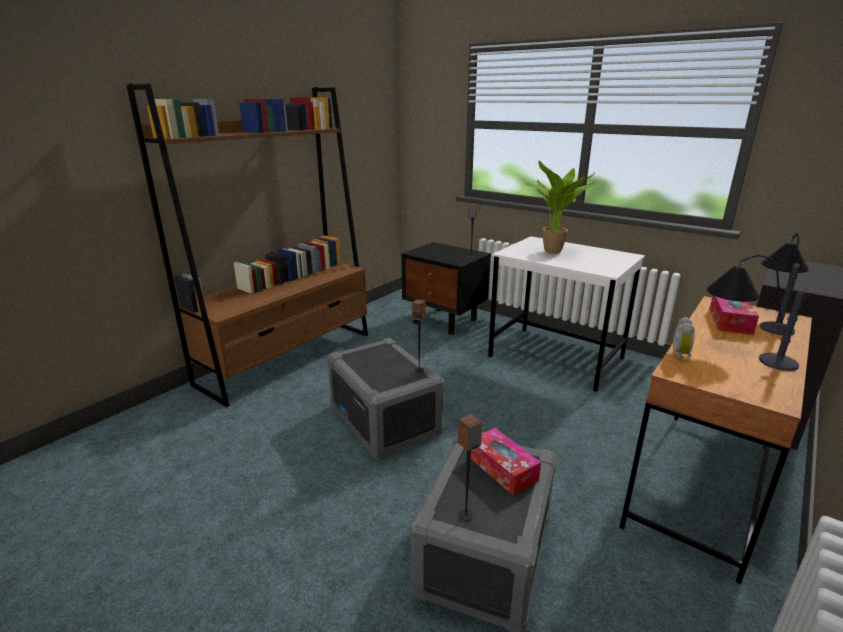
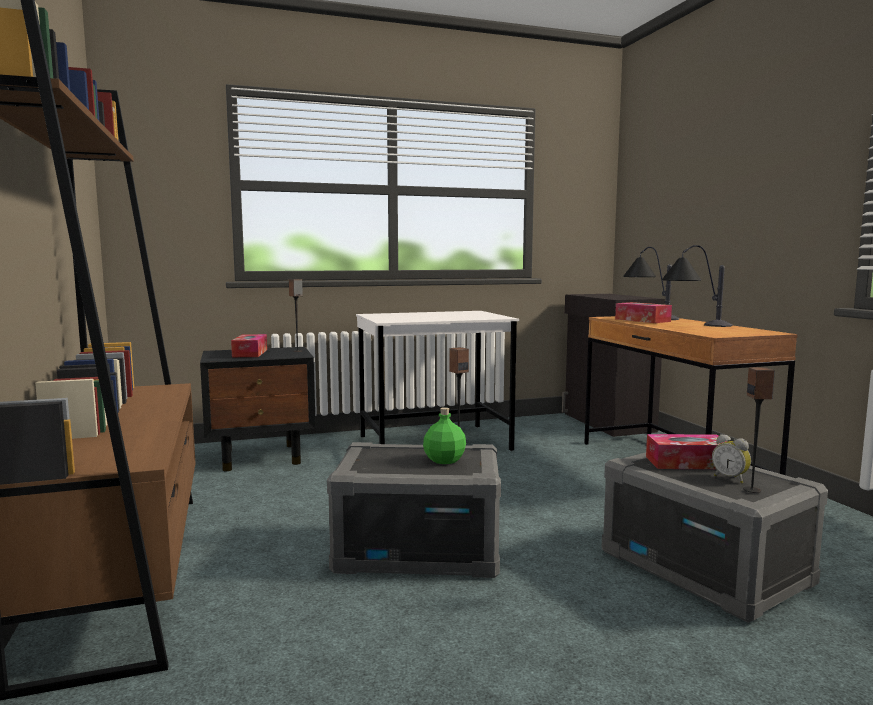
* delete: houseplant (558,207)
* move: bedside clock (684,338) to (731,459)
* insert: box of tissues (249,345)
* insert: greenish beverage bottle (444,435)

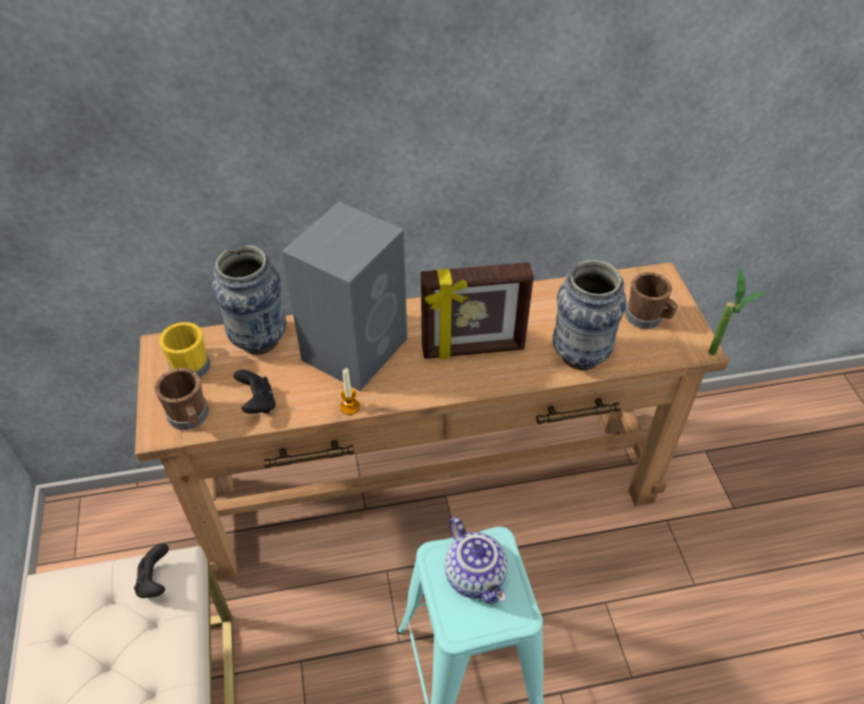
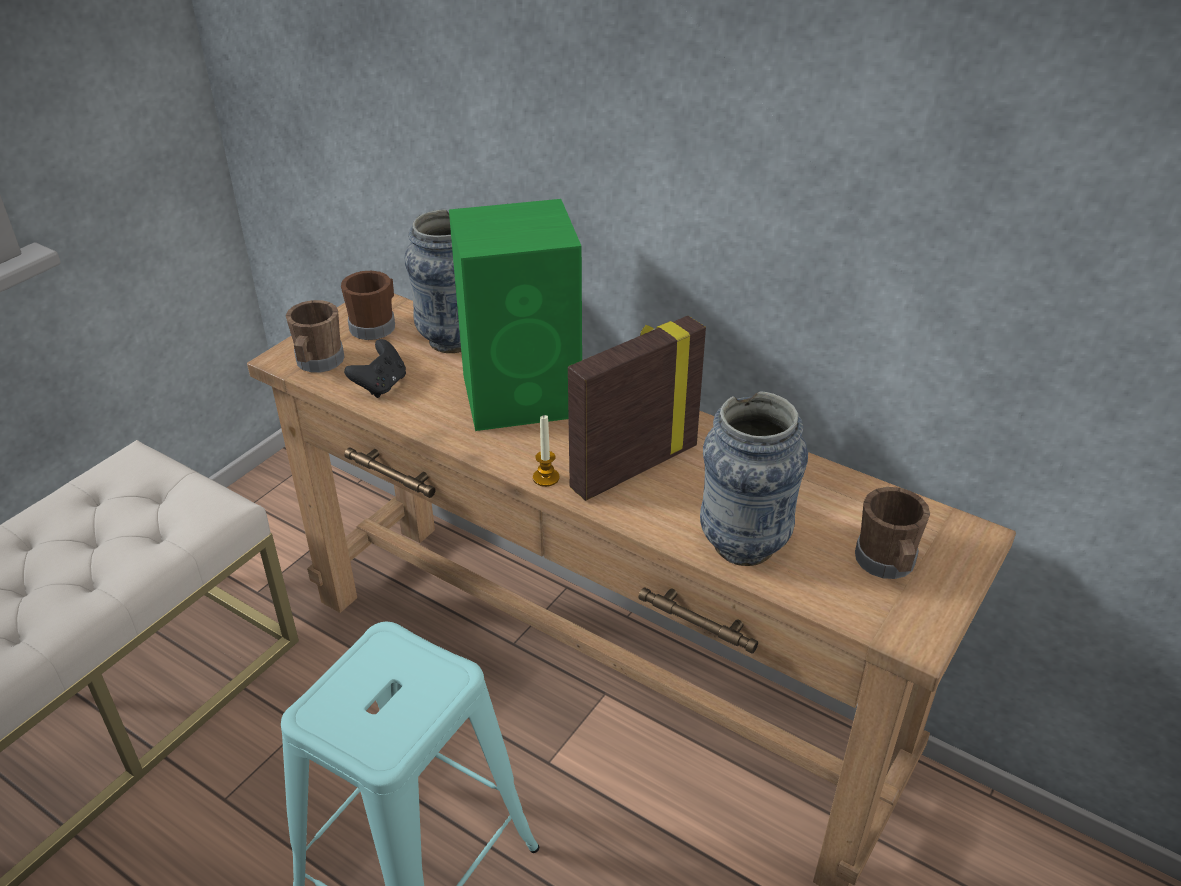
* delete: black-coloured game controller (151,571)
* recolor: yellow coffee mug (184,350) to brown-coloured coffee mug (368,305)
* recolor: greyish speaker (344,296) to greenish speaker (515,315)
* move: candle (350,391) to (546,451)
* rotate: standing frame (477,310) = (637,408) 105 degrees clockwise
* delete: teapot (476,560)
* delete: houseplant (737,311)

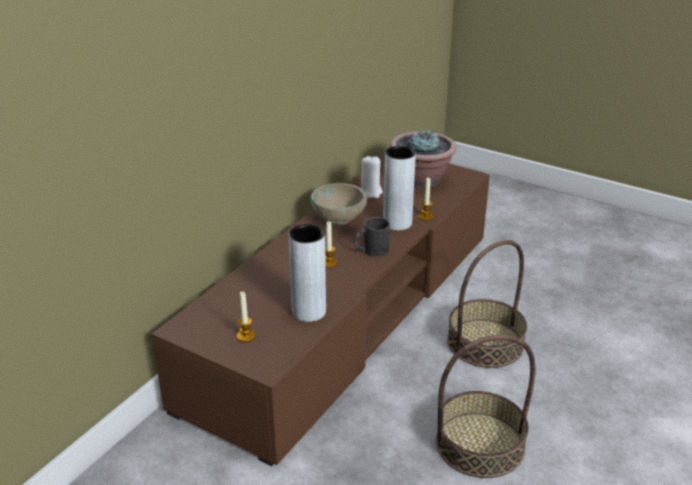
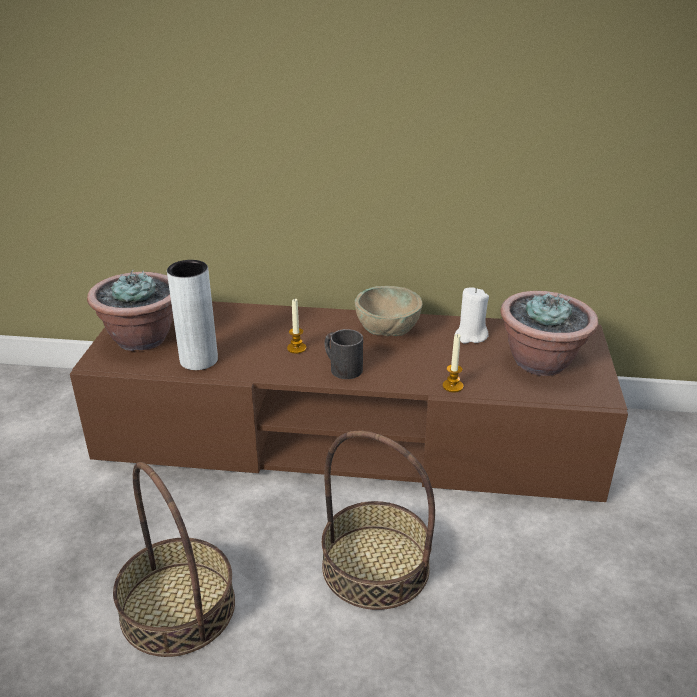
* replace: candle (246,316) to houseplant (130,310)
* delete: greyish vase (399,188)

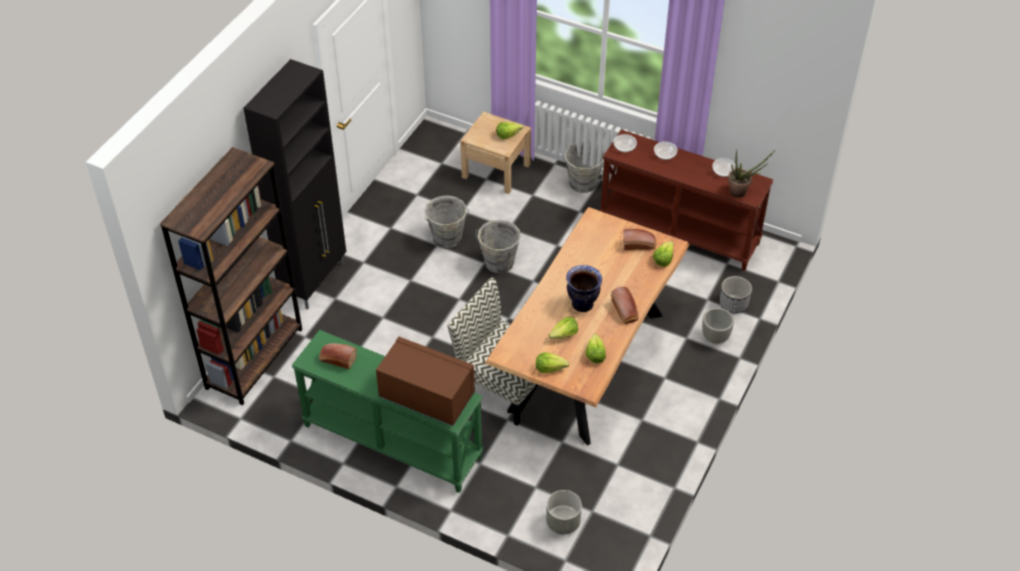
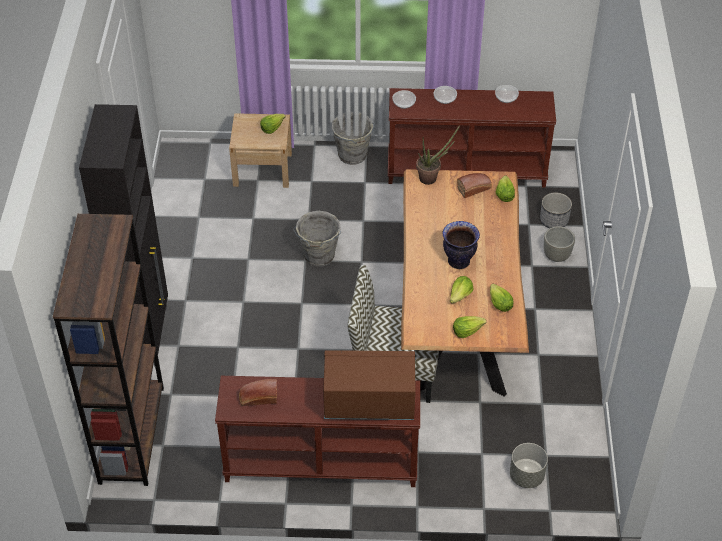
* recolor: greenish hall table (387,411) to brown-coloured hall table (317,431)
* delete: greyish pail (446,222)
* delete: bakery bread (625,305)
* move: houseplant (751,174) to (438,155)

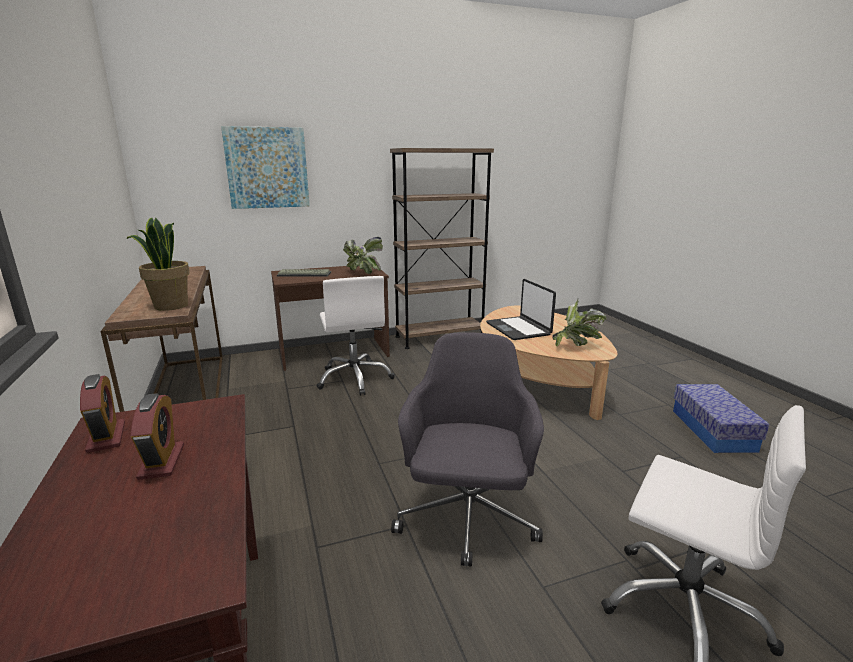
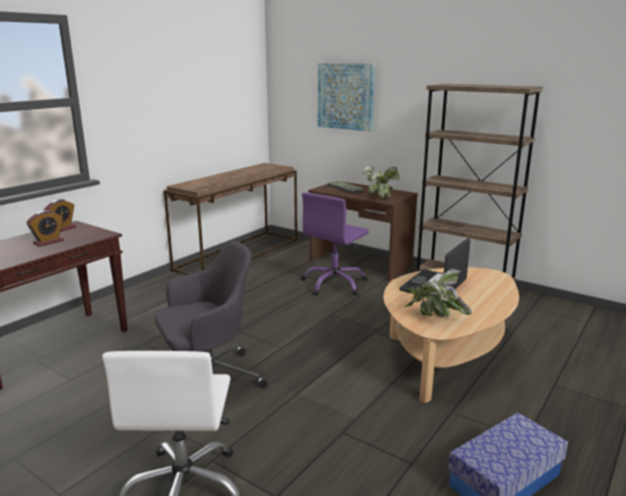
* delete: houseplant (158,264)
* recolor: whitish desk chair (356,336) to purple desk chair (335,244)

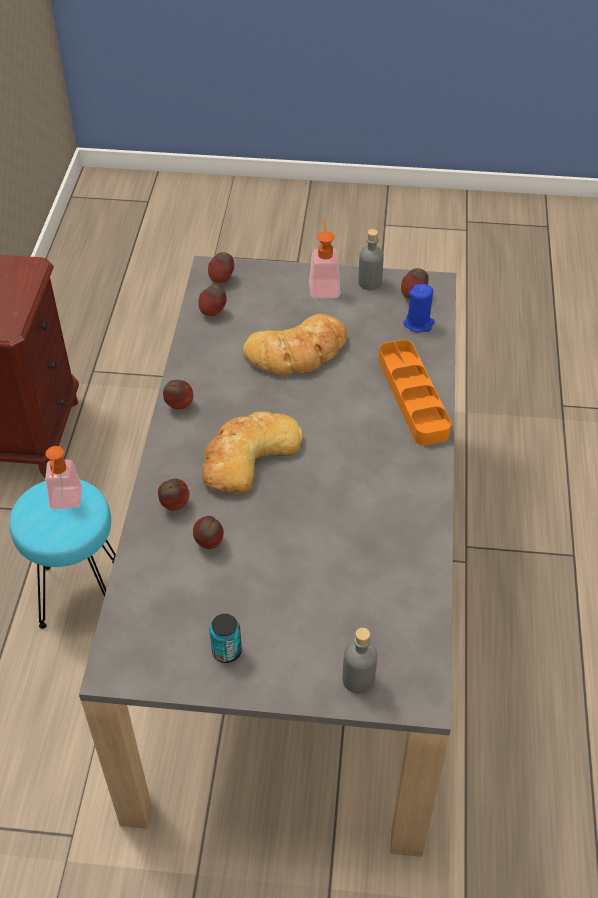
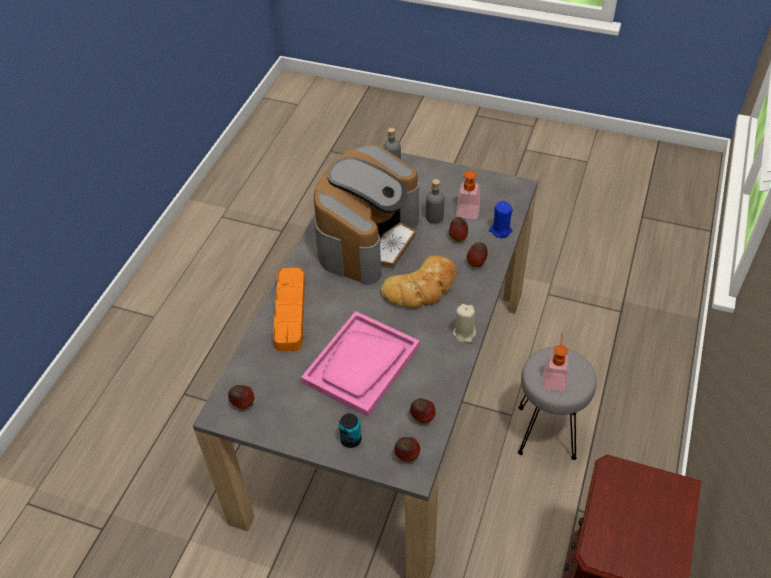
* recolor: turquoise-coloured stool (62,554) to greyish stool (557,403)
* replace: whole apple (178,395) to beige candle (464,323)
* move: sealed can (225,638) to (350,430)
* replace: bakery bread (295,345) to pinkish carrying tray (360,364)
* move: liquid soap bottle (325,259) to (468,195)
* move: greyish beverage bottle (371,259) to (435,201)
* move: bluish candle (419,308) to (501,219)
* insert: coffee brewer (366,214)

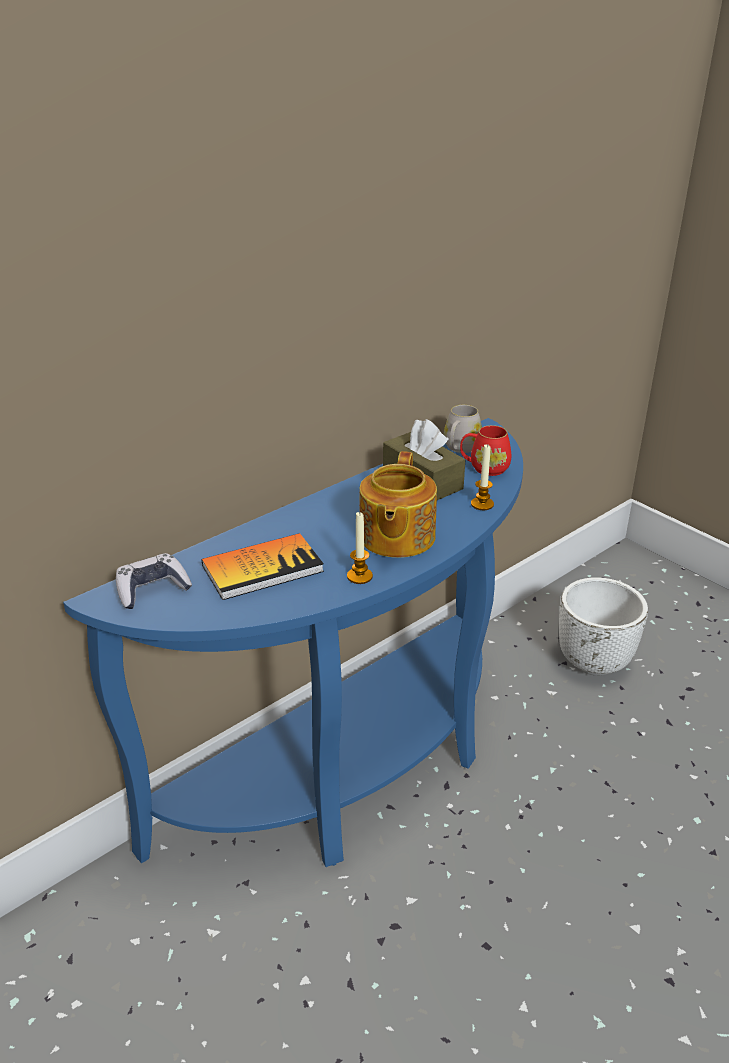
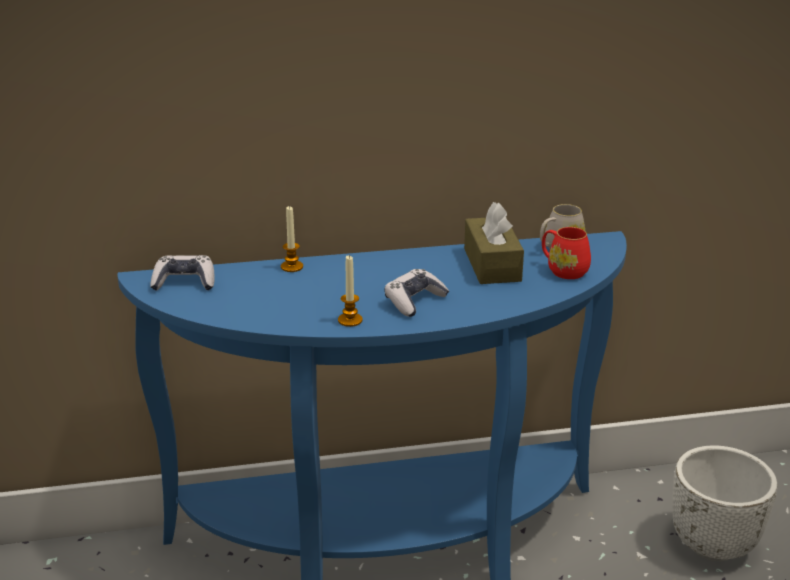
* delete: bound book (263,566)
* replace: teapot (398,504) to game controller (416,293)
* move: candle (482,477) to (292,238)

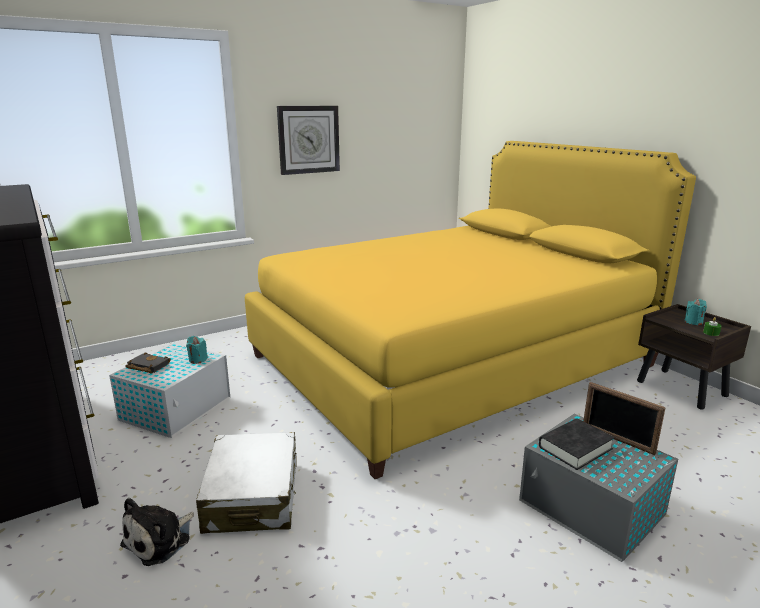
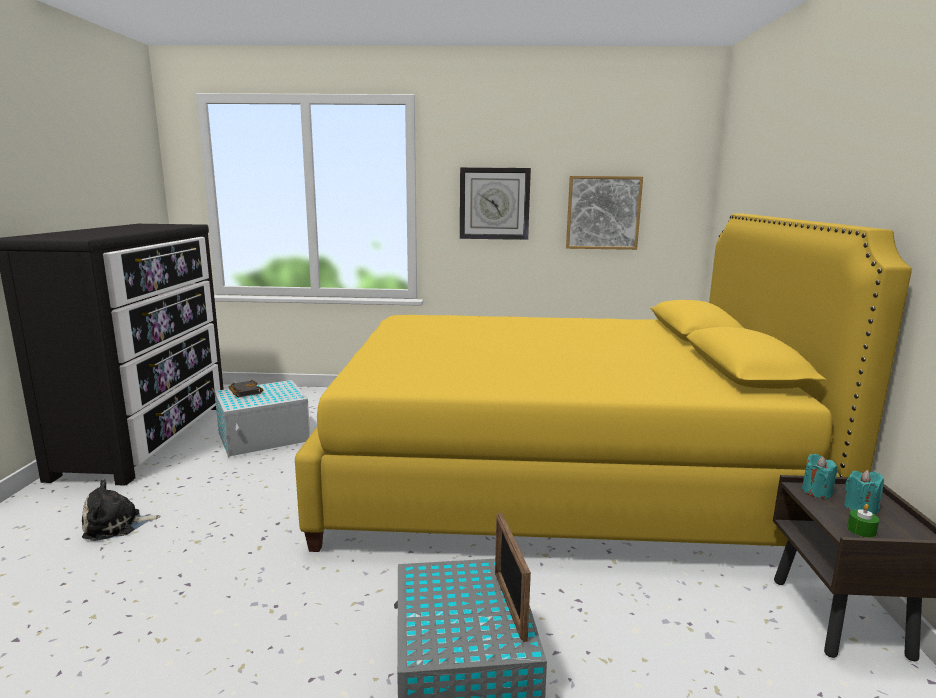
* move: turquoise-coloured candle (197,350) to (820,476)
* delete: whitish piece of luggage (246,483)
* delete: black-coloured bound book (577,444)
* insert: wall art (604,213)

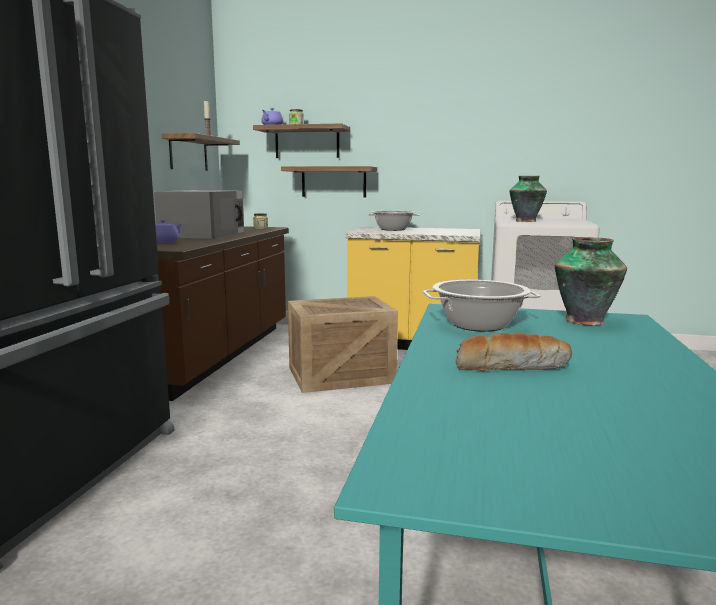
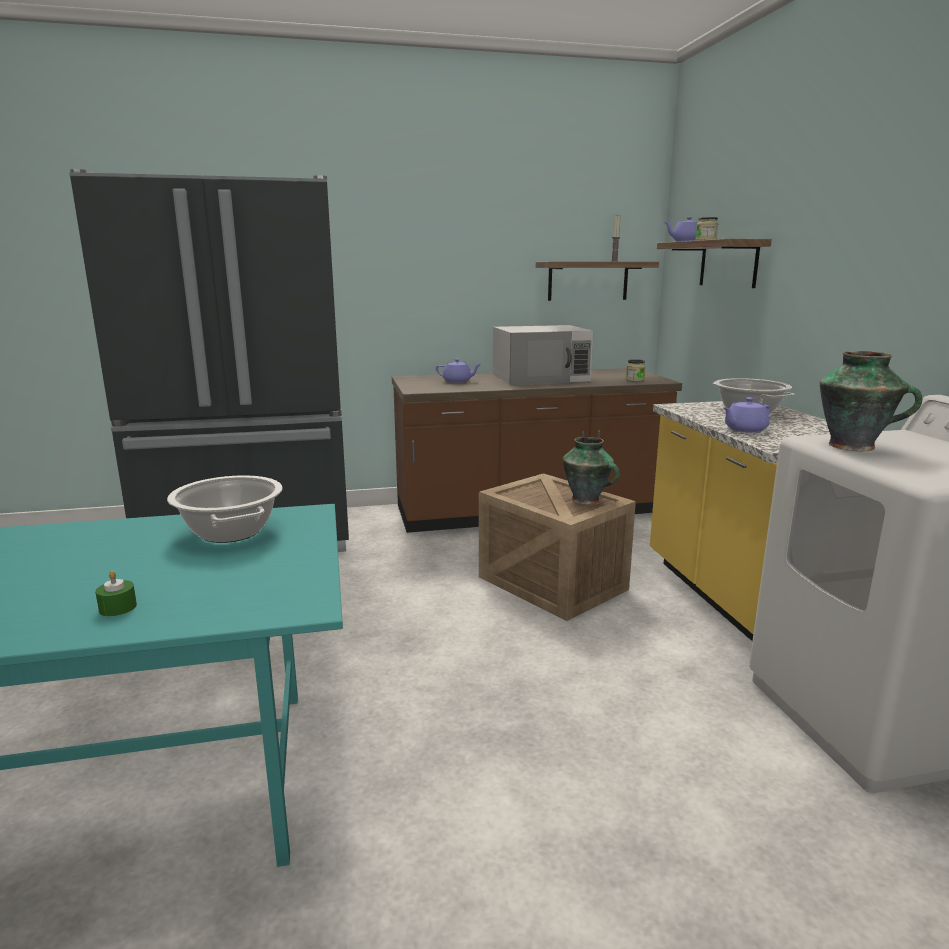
* delete: bracket shelf (329,182)
* delete: bakery bread (513,352)
* move: vase (591,281) to (591,471)
* insert: greenish candle (116,593)
* insert: purple teapot (747,415)

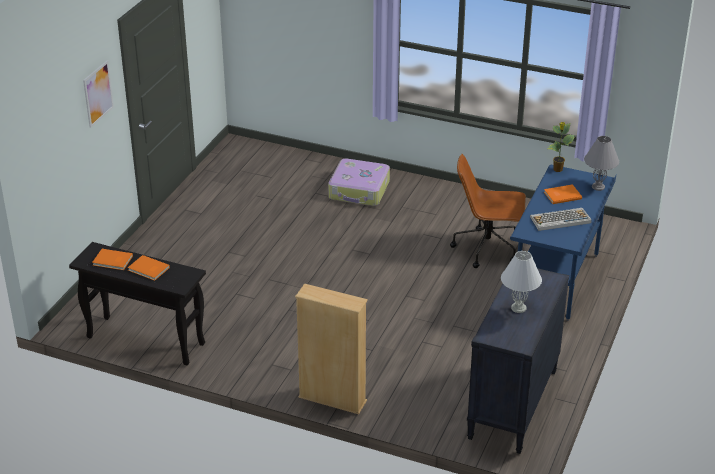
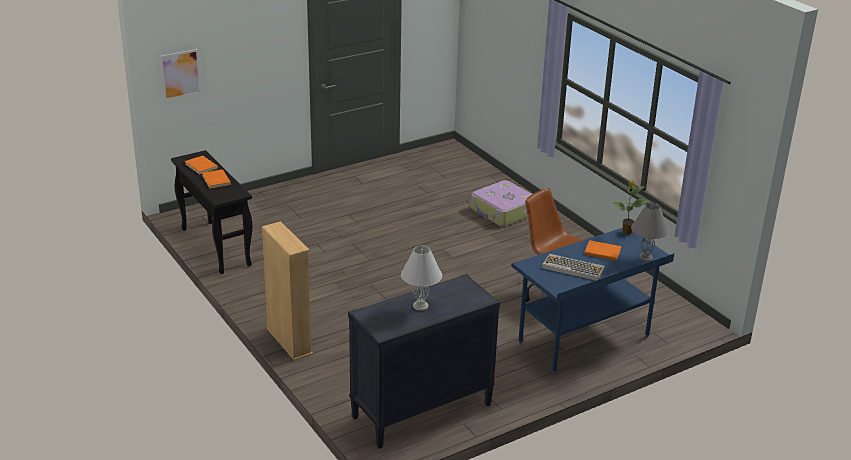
* move: wall art (98,94) to (181,75)

